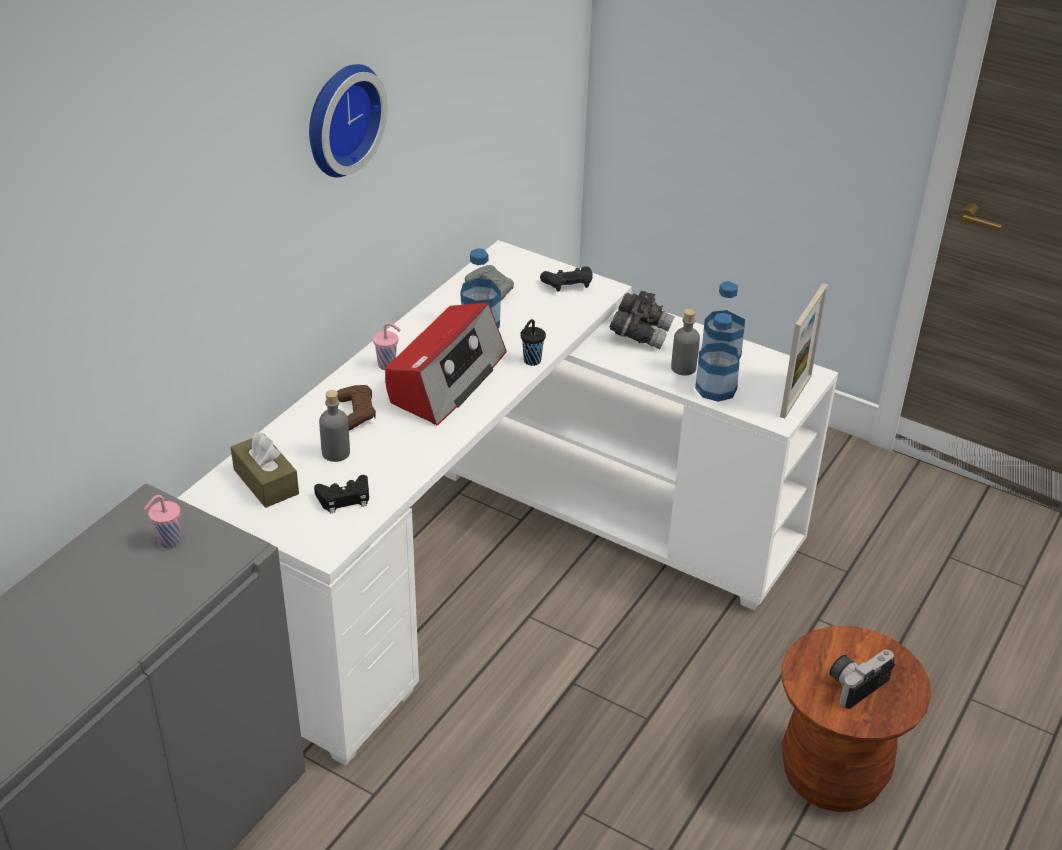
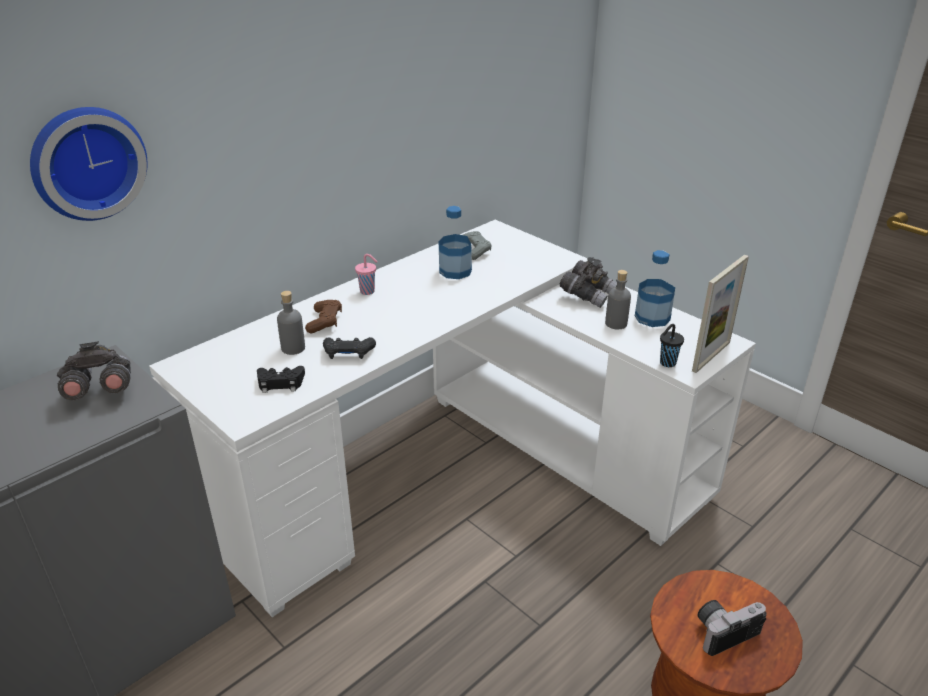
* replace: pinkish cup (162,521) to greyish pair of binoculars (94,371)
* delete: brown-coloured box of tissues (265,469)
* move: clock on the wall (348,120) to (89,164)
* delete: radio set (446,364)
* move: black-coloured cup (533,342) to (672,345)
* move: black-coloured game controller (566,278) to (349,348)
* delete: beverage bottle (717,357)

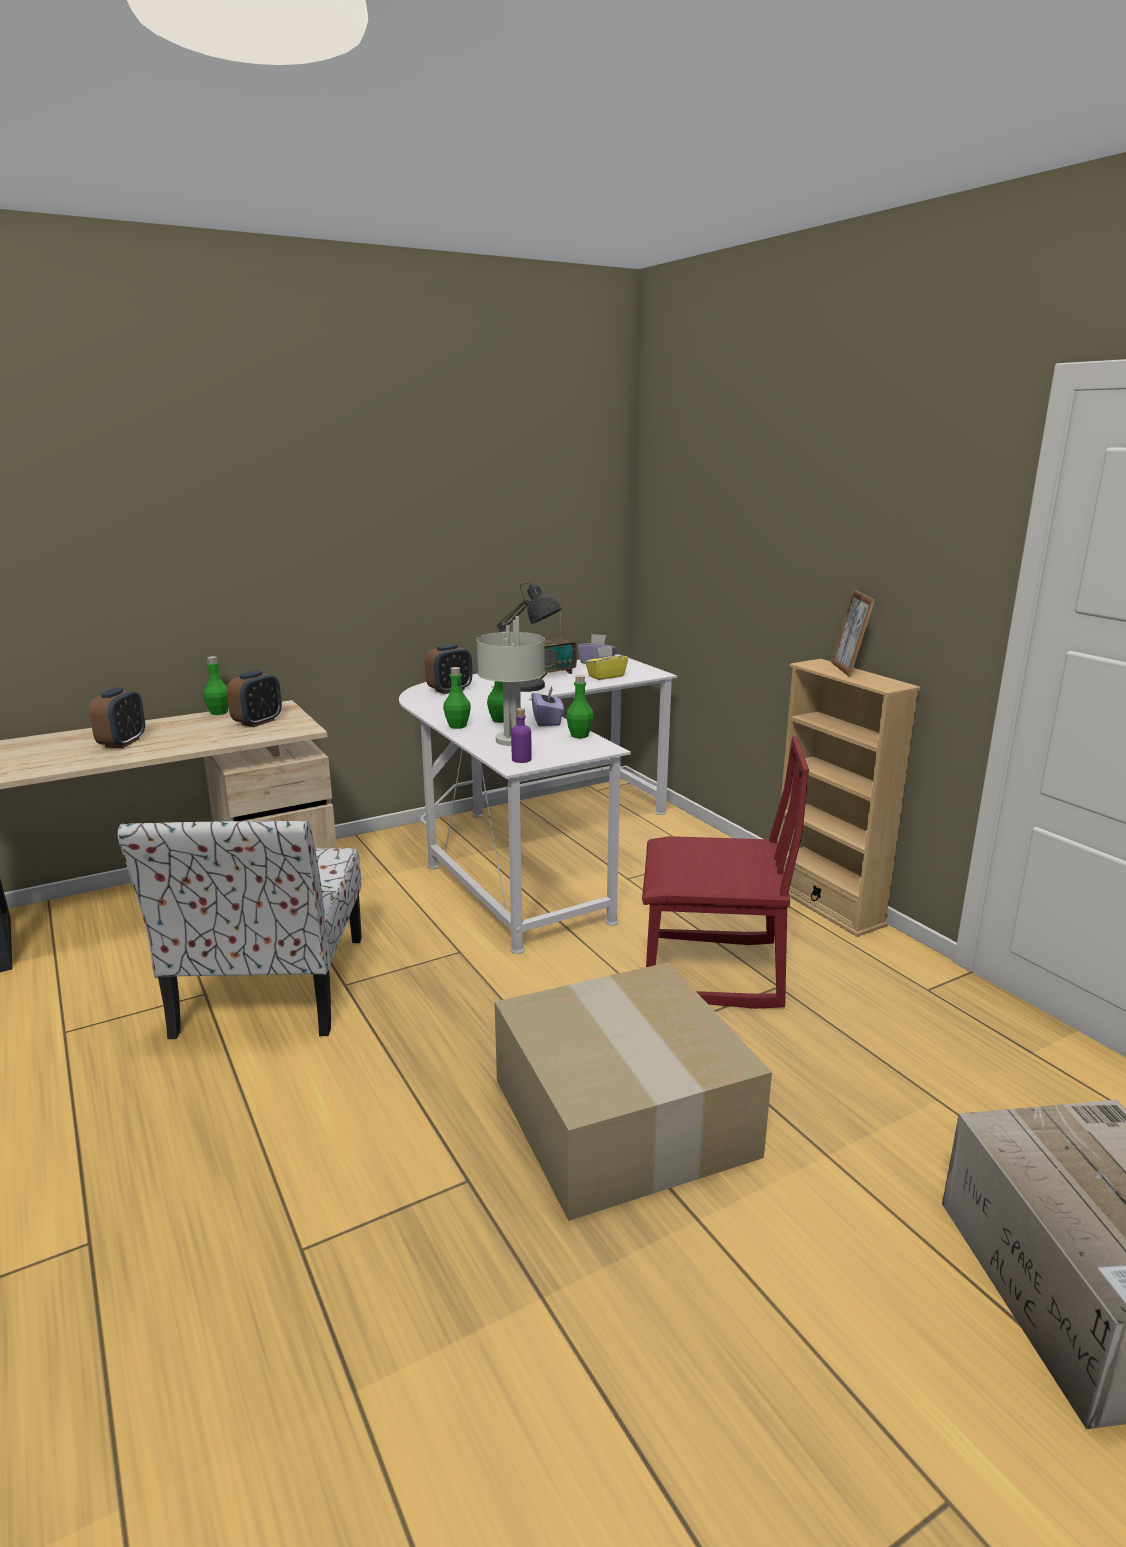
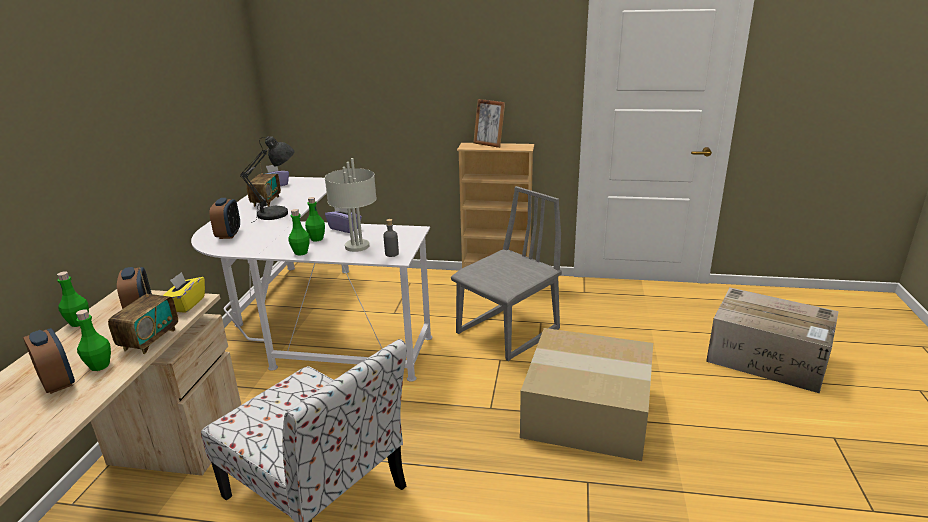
* recolor: purple beverage bottle (521,735) to greyish beverage bottle (391,238)
* move: greenish beverage bottle (579,706) to (93,340)
* move: yellow box of tissues (606,663) to (184,292)
* recolor: red upright chair (725,872) to greyish upright chair (506,273)
* insert: radio set (143,311)

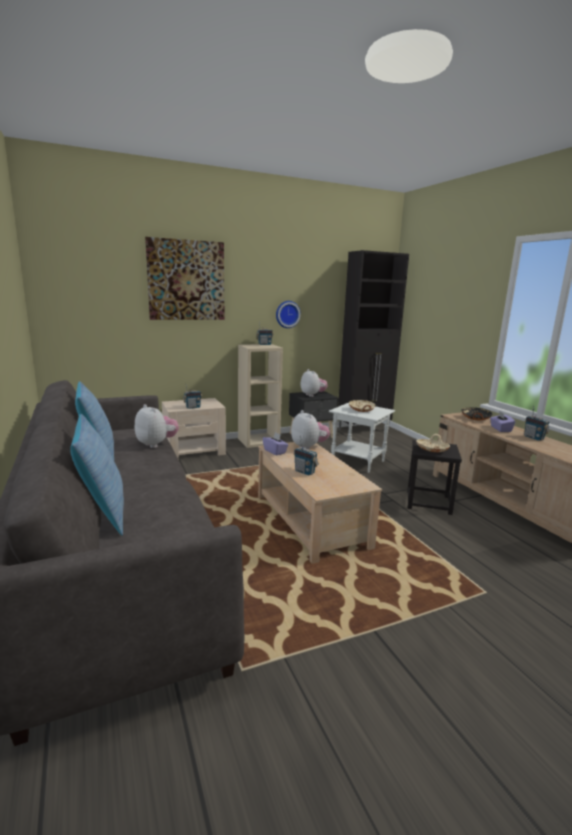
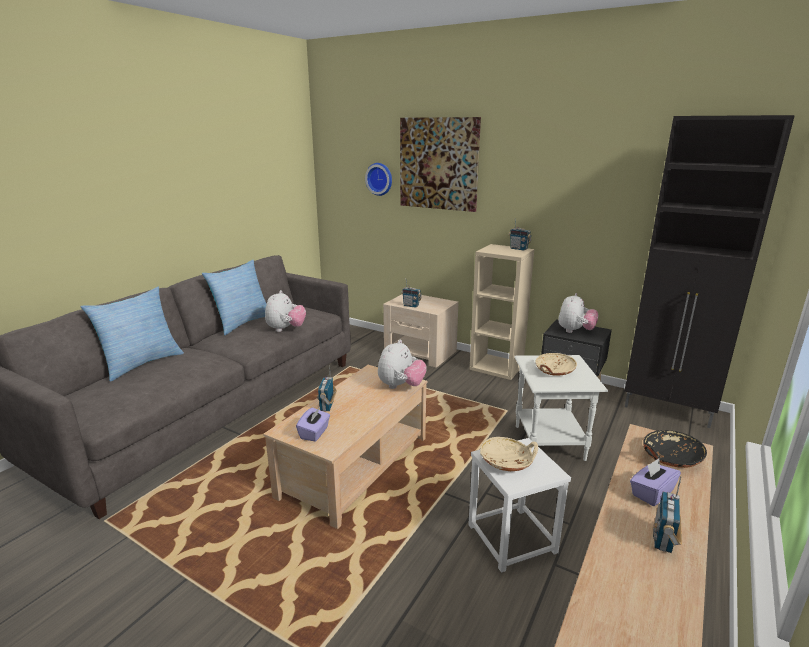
* move: purple box of tissues (276,444) to (313,424)
* move: clock on the wall (288,314) to (378,179)
* recolor: black-coloured stool (434,477) to whitish stool (519,505)

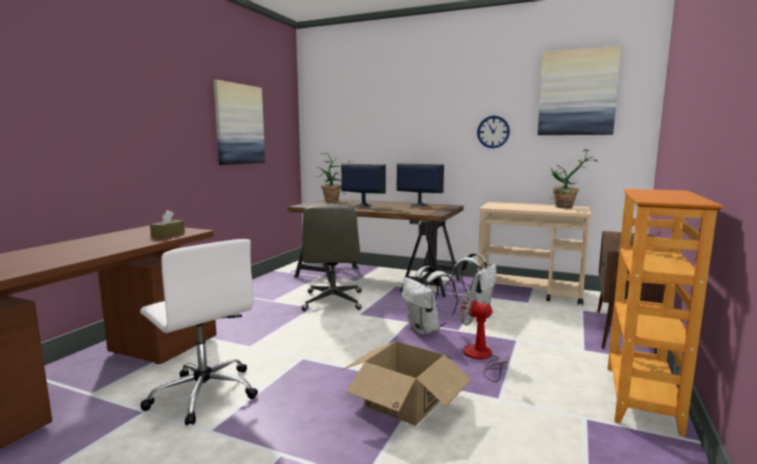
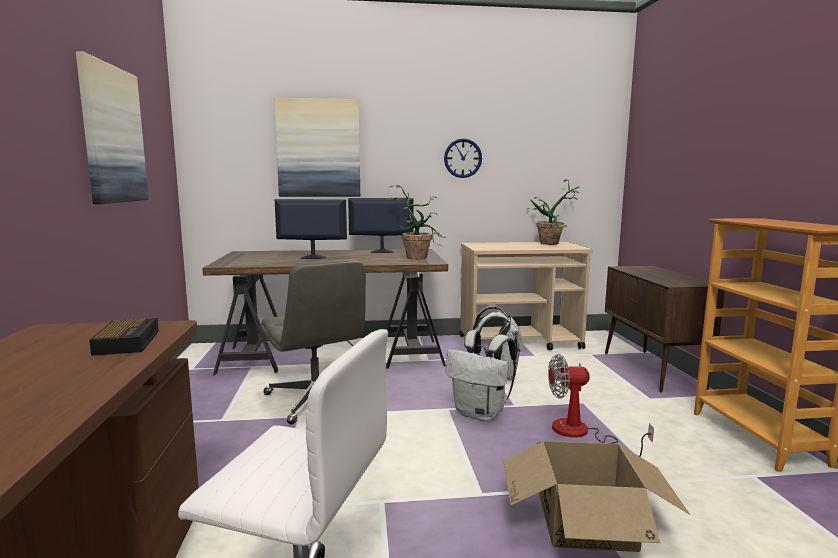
* replace: brown-coloured box of tissues (167,224) to bedside clock (124,337)
* move: houseplant (333,177) to (416,222)
* move: wall art (580,90) to (317,147)

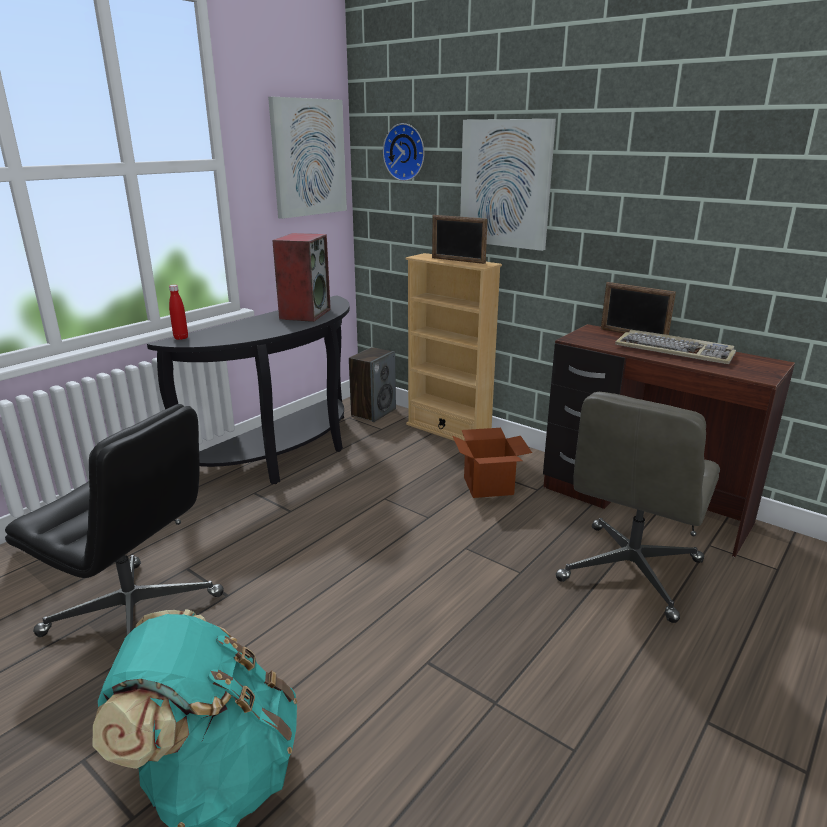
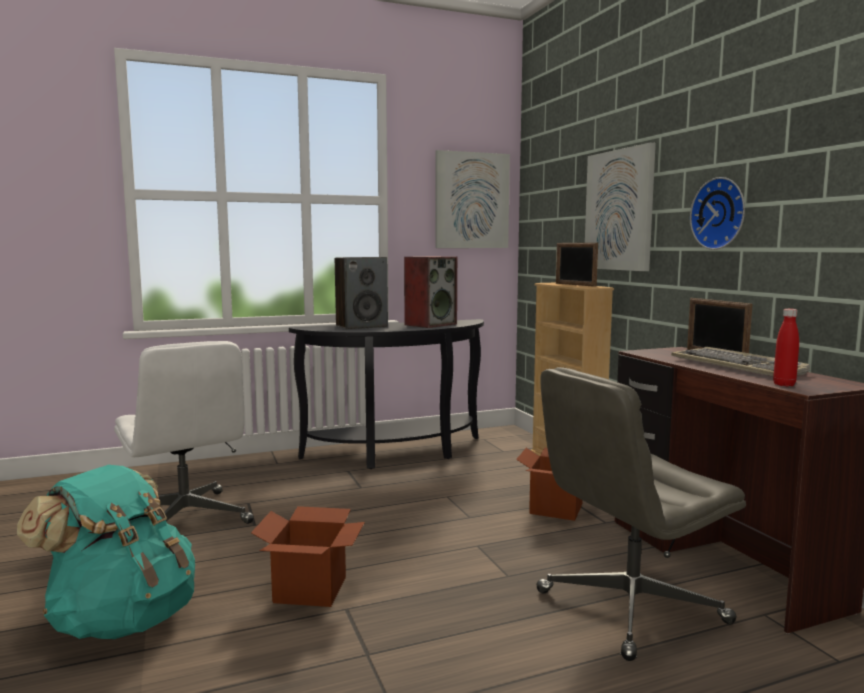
* recolor: black-coloured desk chair (114,520) to whitish desk chair (184,432)
* move: red beverage bottle (178,312) to (786,347)
* move: speaker (372,384) to (361,293)
* move: clock on the wall (403,152) to (717,213)
* insert: carton (308,556)

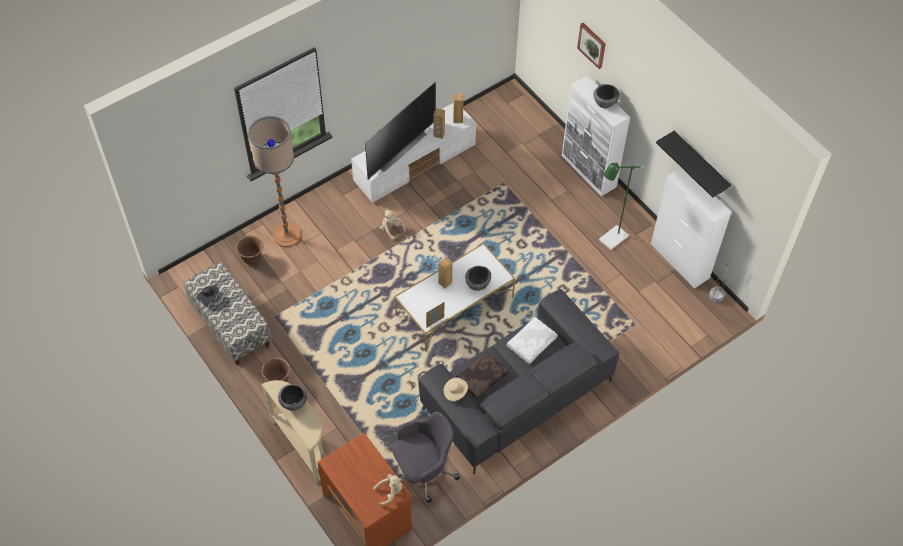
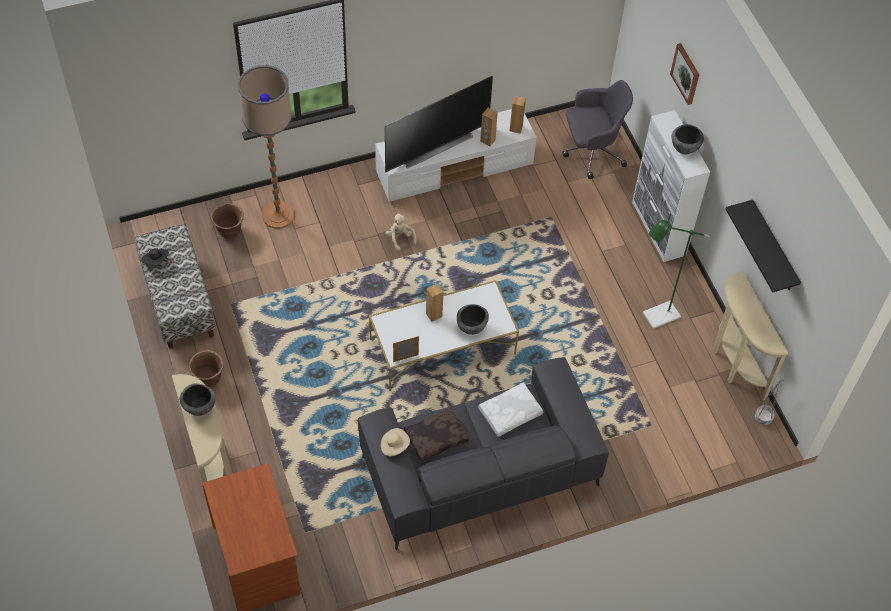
* delete: beige soft toy (387,490)
* move: greyish desk chair (425,457) to (597,129)
* replace: whitish storage cabinet (691,228) to beige hall table (750,335)

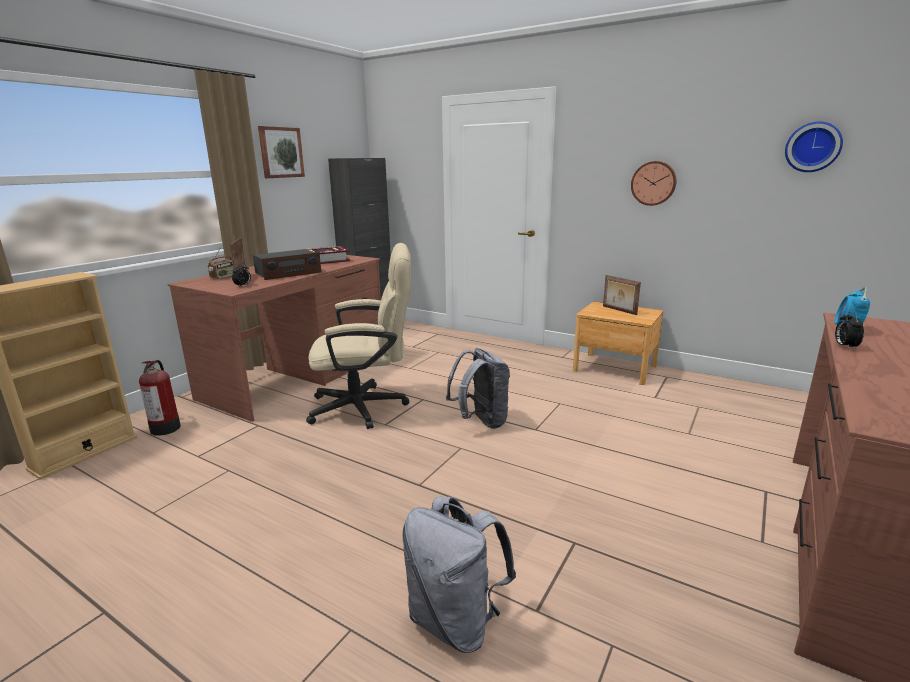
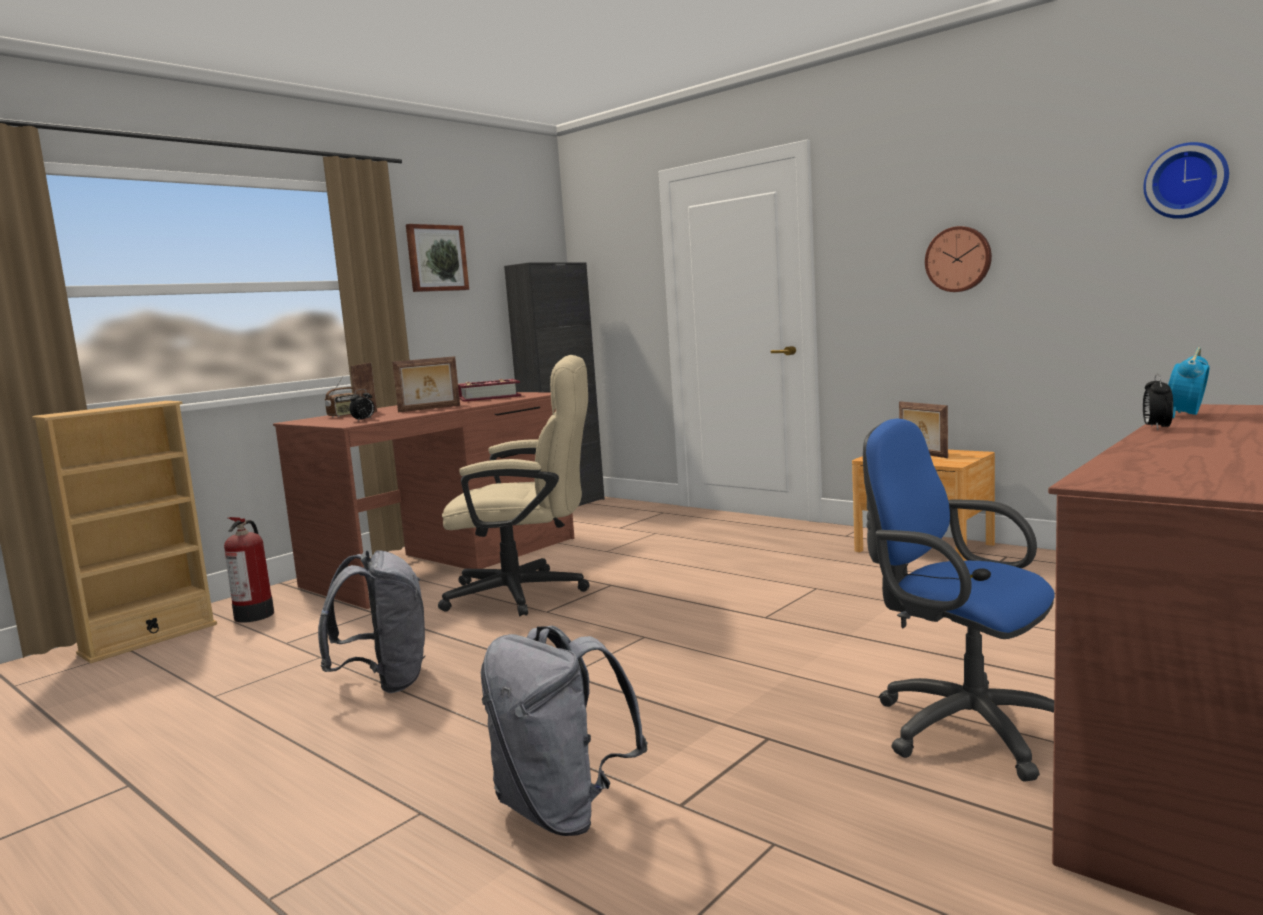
* replace: radio set (287,264) to standing frame (426,384)
* move: greyish rucksack (478,388) to (371,622)
* insert: bluish desk chair (959,600)

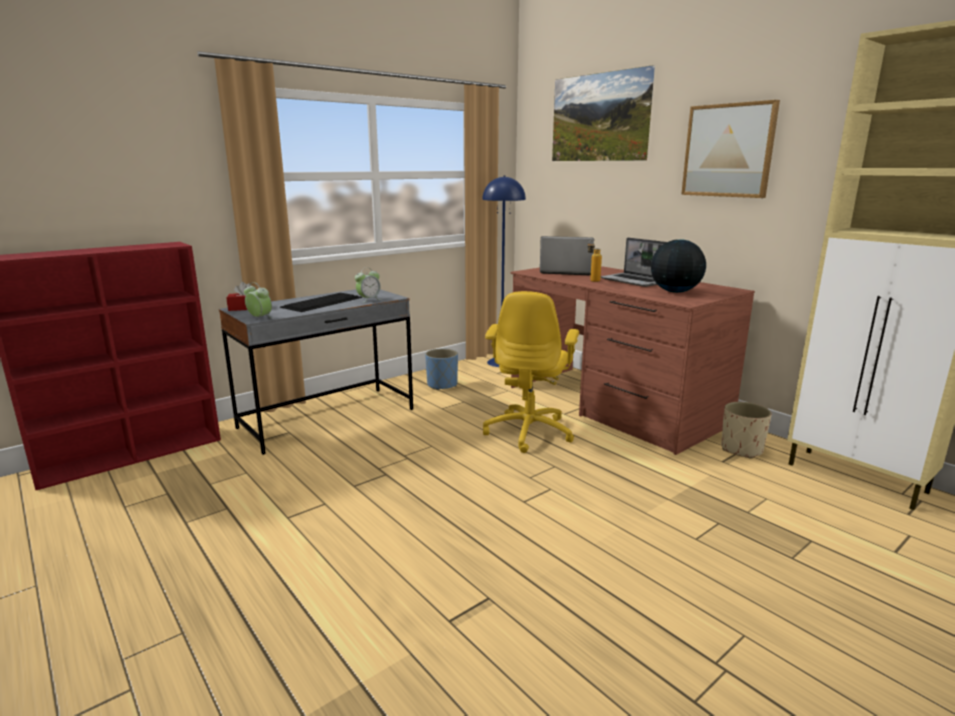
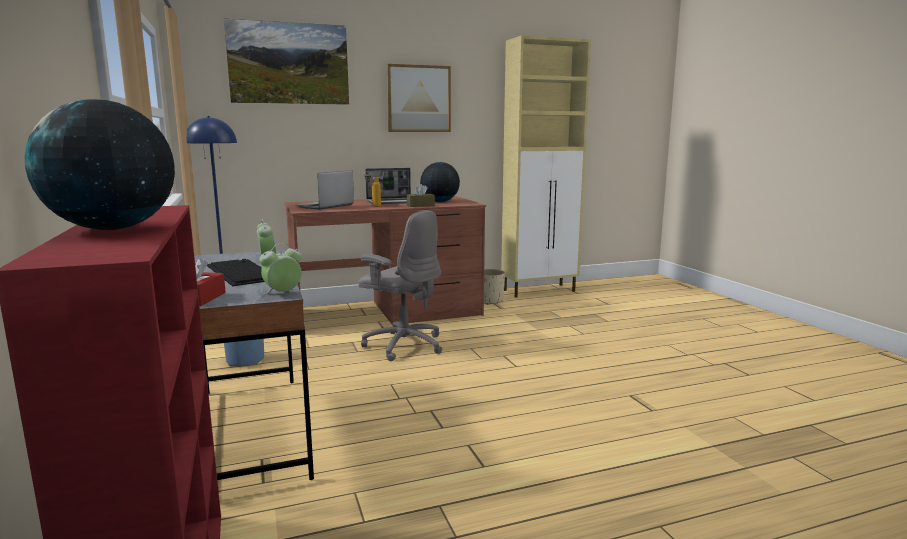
* recolor: yellow desk chair (531,372) to greyish desk chair (400,285)
* insert: desk globe (99,164)
* insert: brown-coloured box of tissues (421,195)

